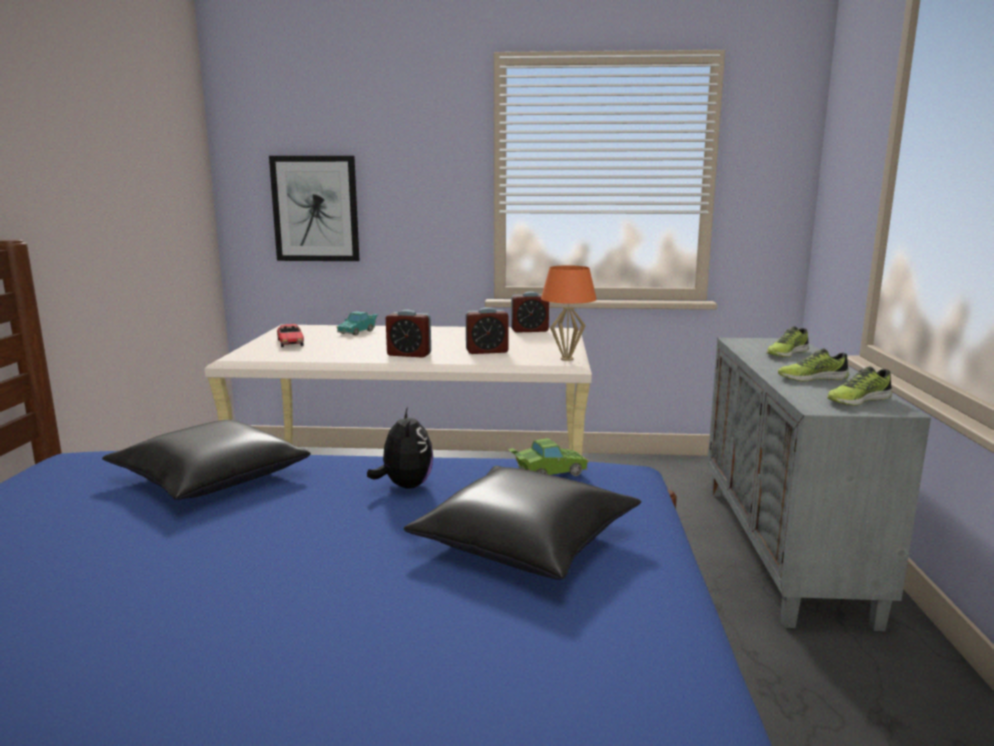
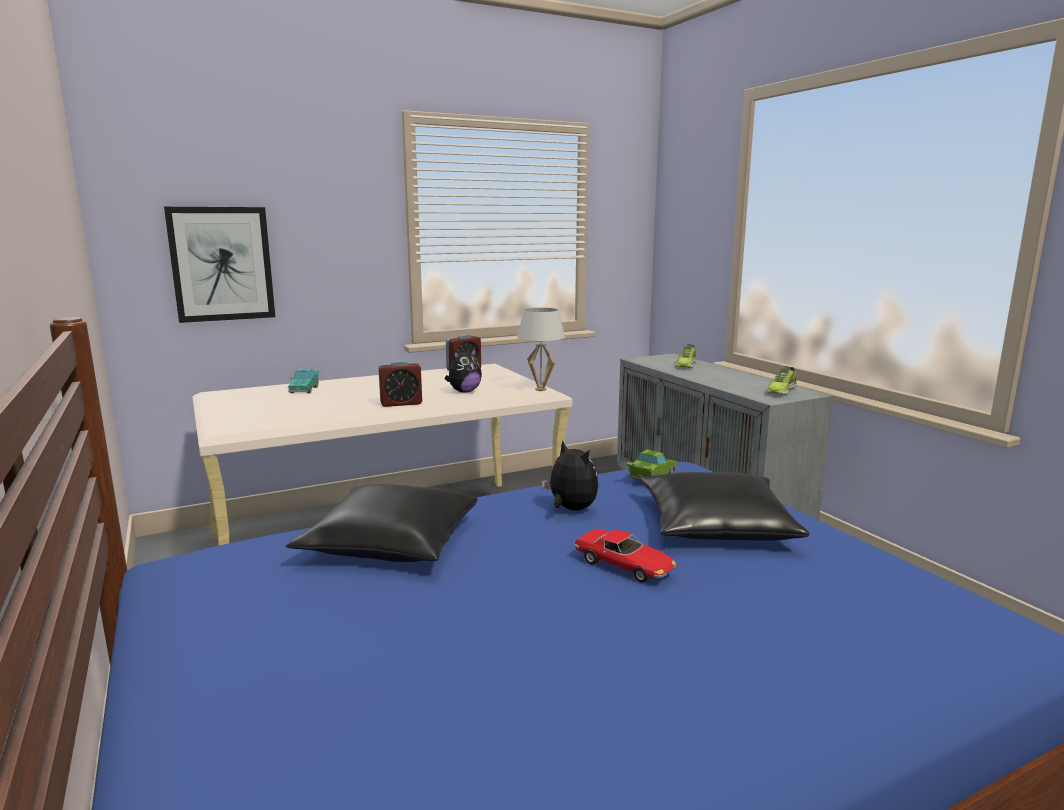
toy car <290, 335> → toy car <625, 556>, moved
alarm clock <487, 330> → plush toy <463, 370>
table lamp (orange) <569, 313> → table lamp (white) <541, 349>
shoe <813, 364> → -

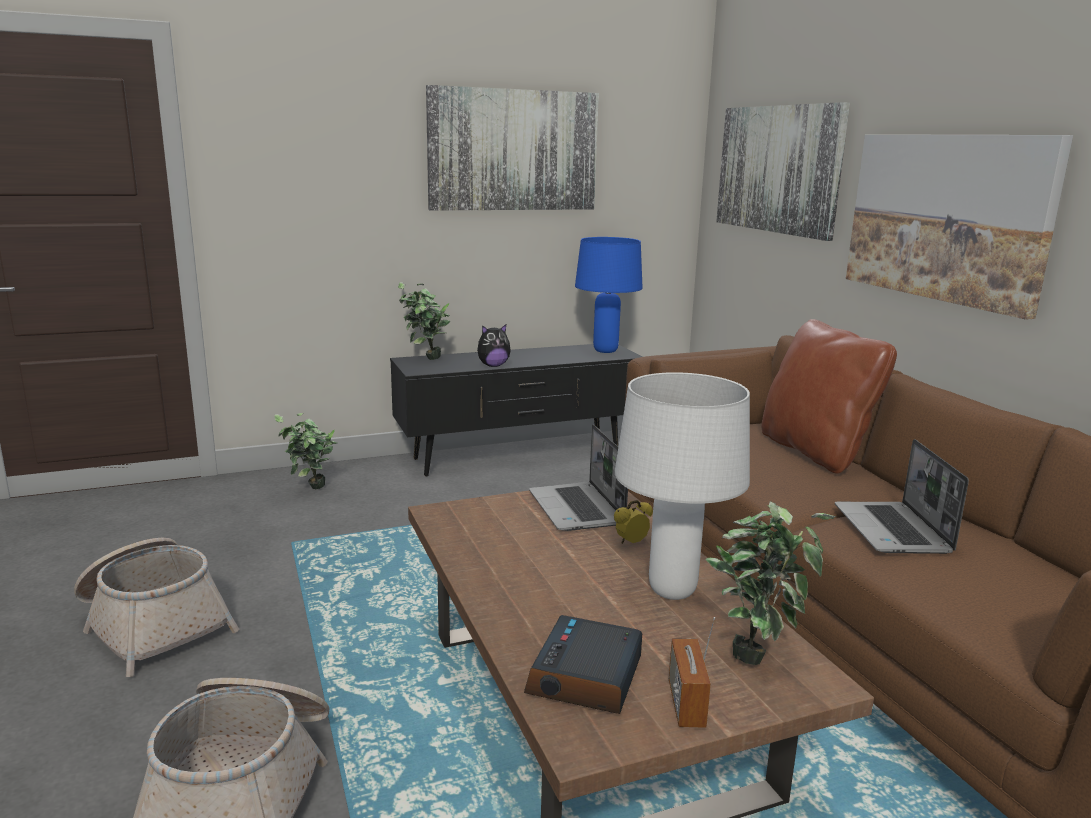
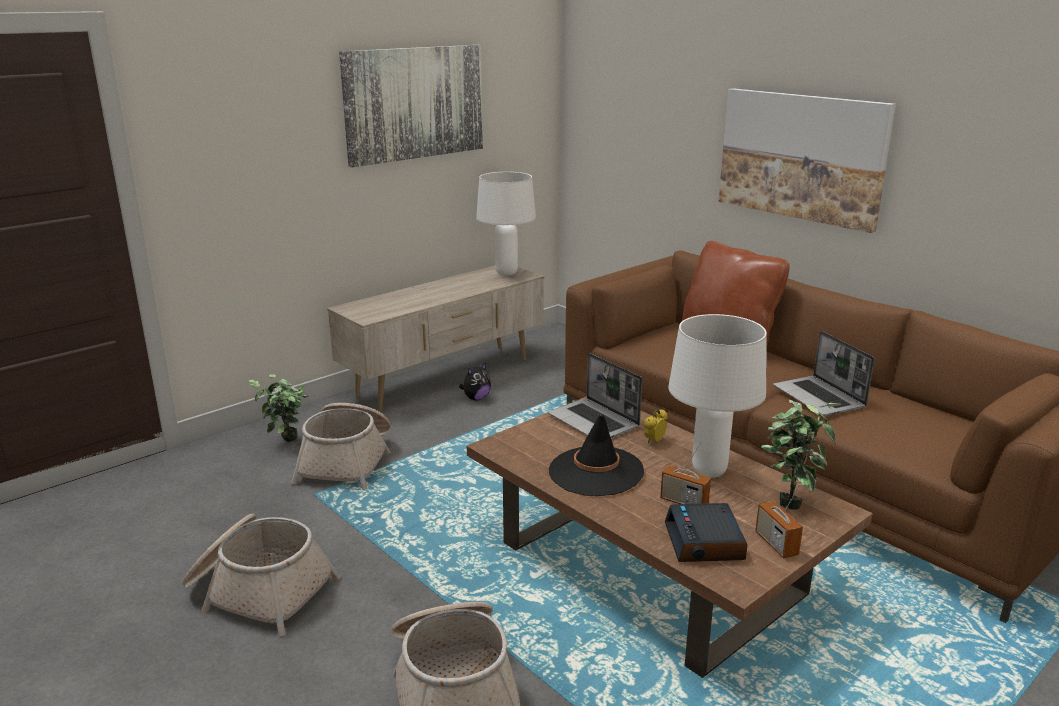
tv stand (black) <516, 410> → tv stand (beige) <435, 338>
potted plant <424, 321> → -
plush toy <494, 345> → plush toy <475, 382>, moved
table lamp (blue) <609, 295> → table lamp (white) <506, 224>
picture <783, 171> → -
- → basket <341, 446>
- → hat (black) <596, 455>
- → radio <685, 473>

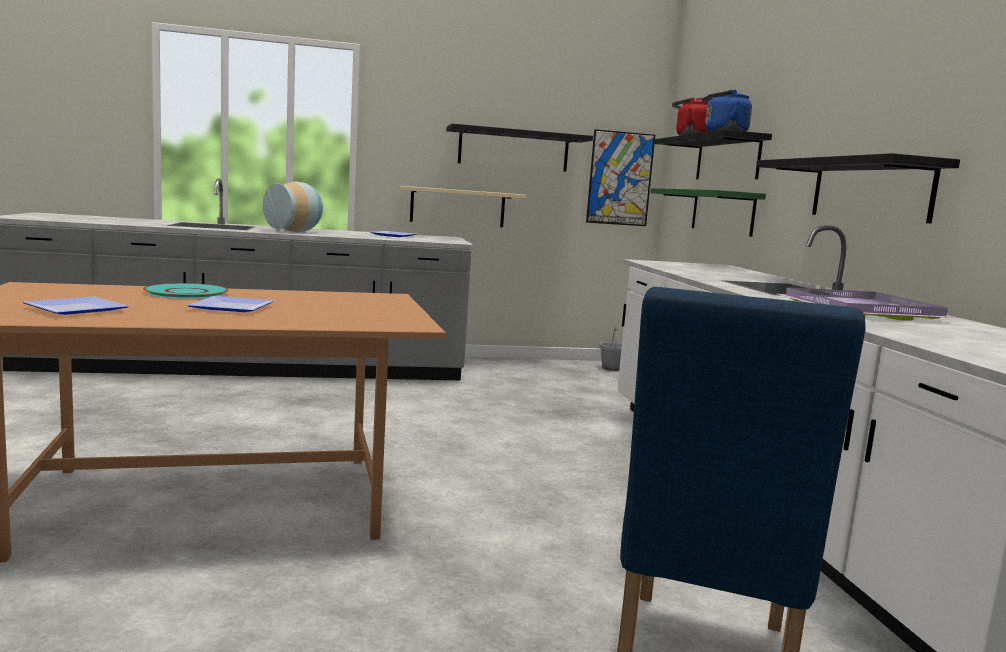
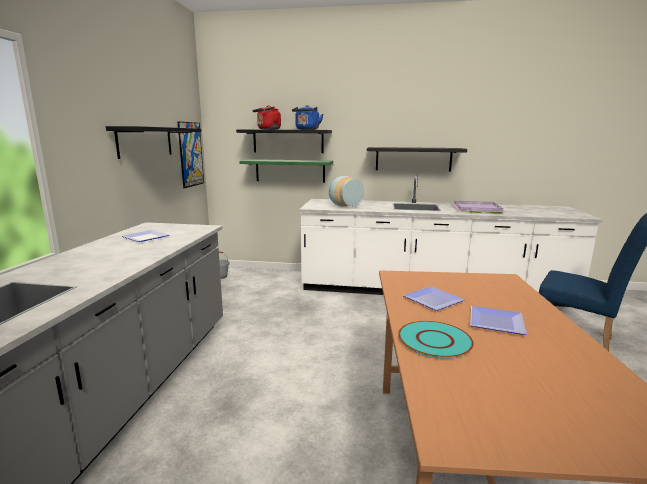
plate <76, 305> → plate <433, 298>, moved
vase <293, 207> → vase <346, 191>, moved
shelf (beige) <462, 206> → -

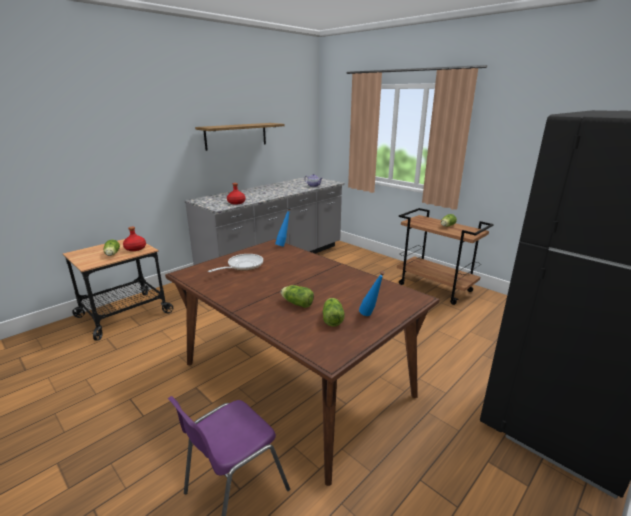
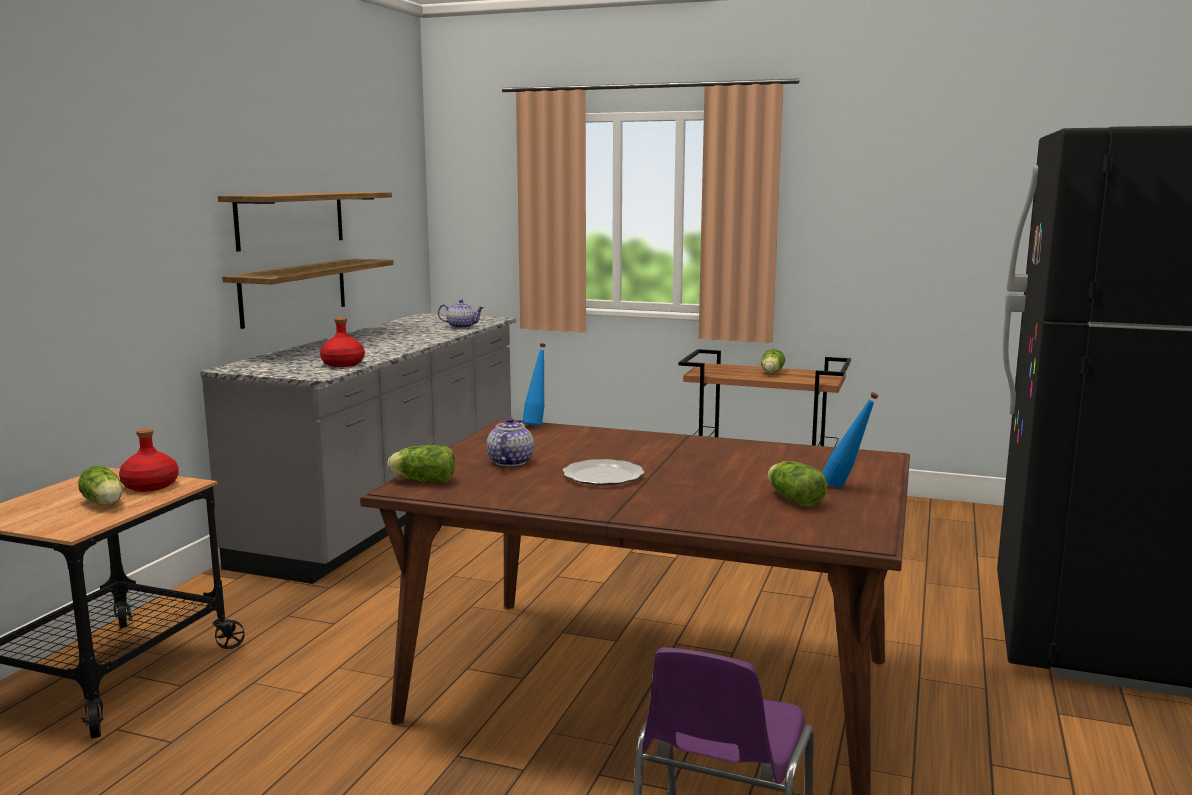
frying pan <235, 263> → teapot <510, 441>
lettuce <297, 296> → lettuce <421, 464>, moved
- → shelf <308, 293>
- → plate <603, 472>

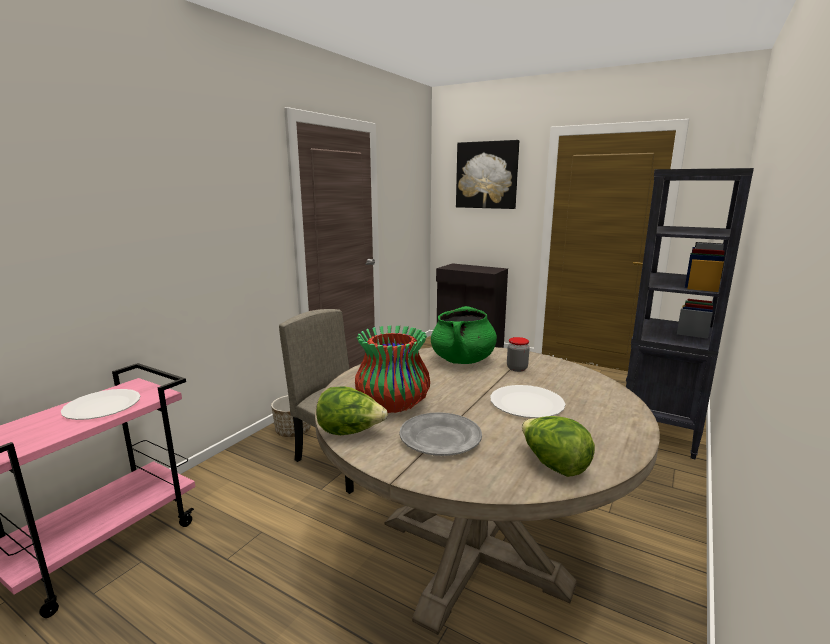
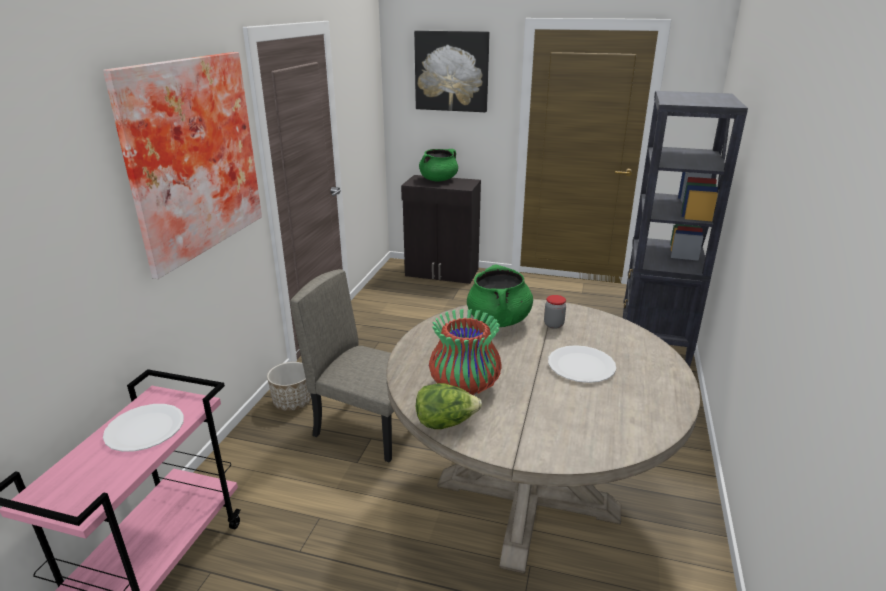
plate (grey) <440, 434> → -
lettuce <558, 446> → -
- → picture <182, 165>
- → cooking pot (green) <438, 165>

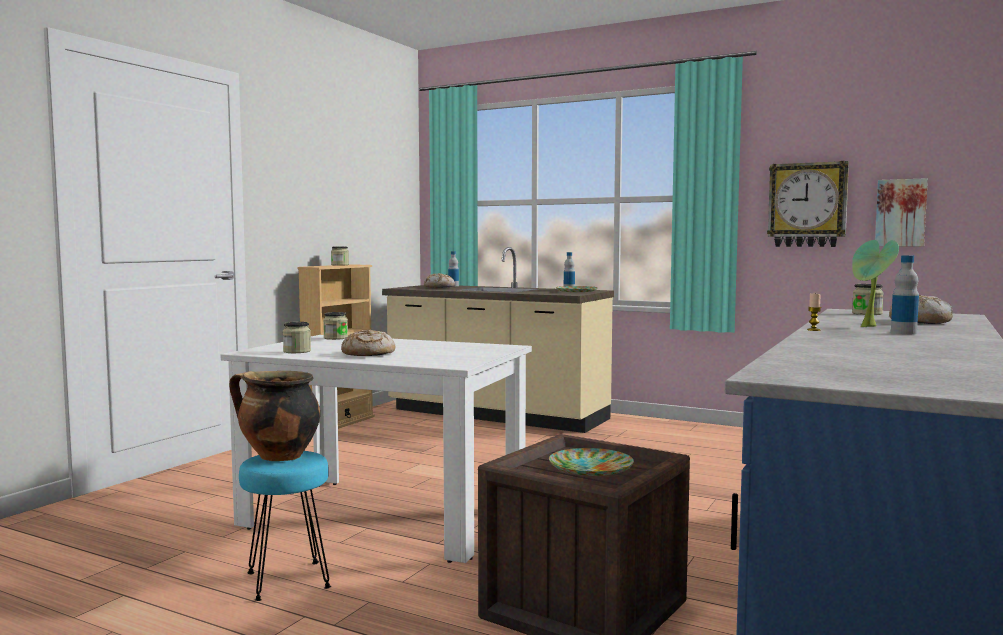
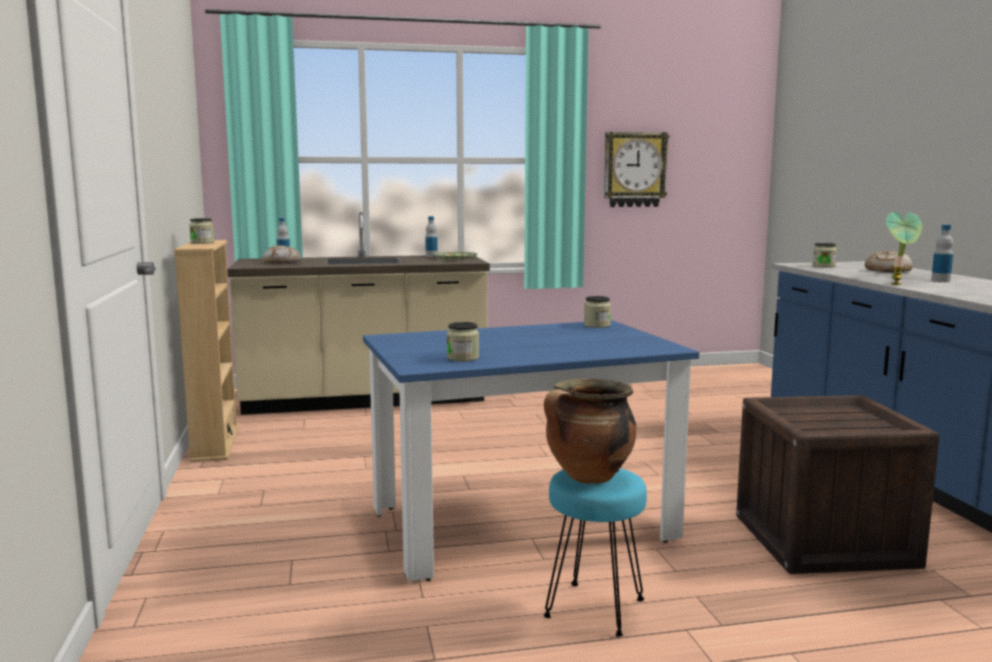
dining table (white) <376, 449> → dining table (blue) <531, 451>
jar <335, 326> → jar <597, 312>, moved
bread <368, 343> → -
plate <591, 462> → -
picture <901, 212> → -

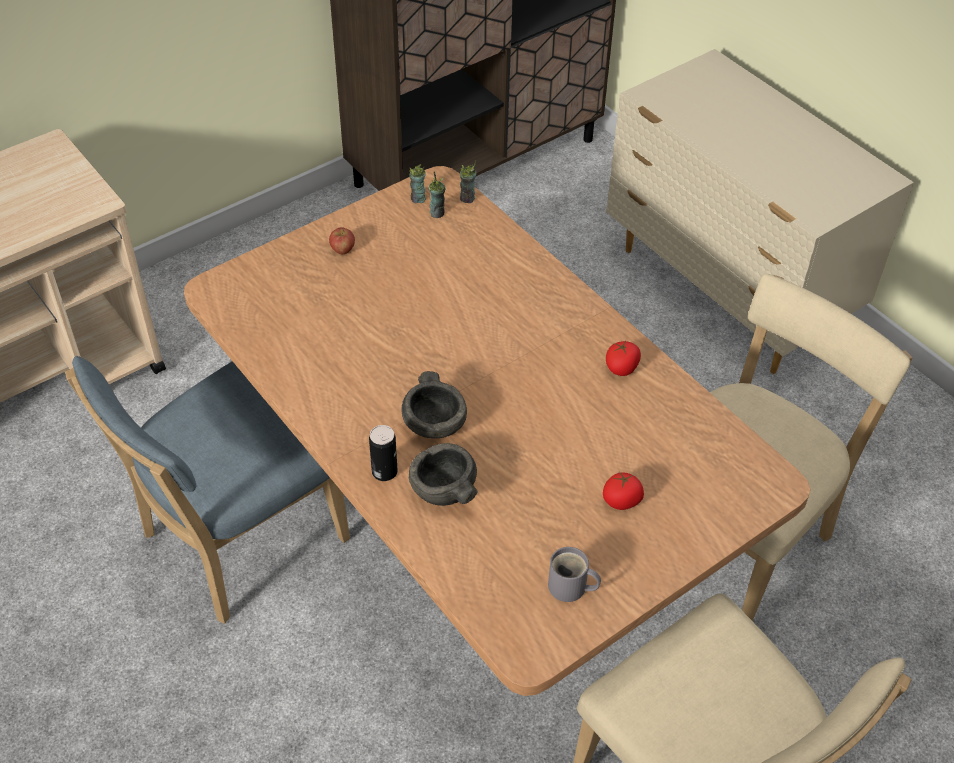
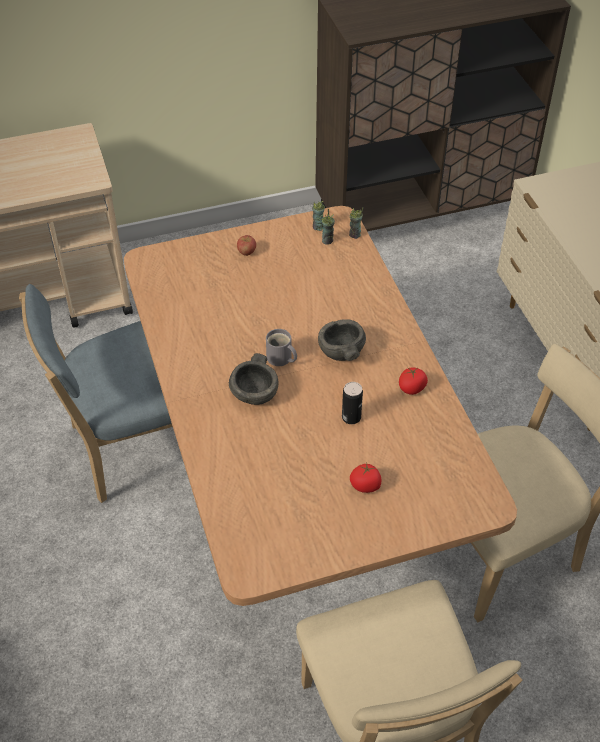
can <383, 453> → can <352, 403>, moved
bowl (grey) <443, 474> → bowl (grey) <342, 340>, moved
mug (grey) <574, 574> → mug (grey) <281, 347>, moved

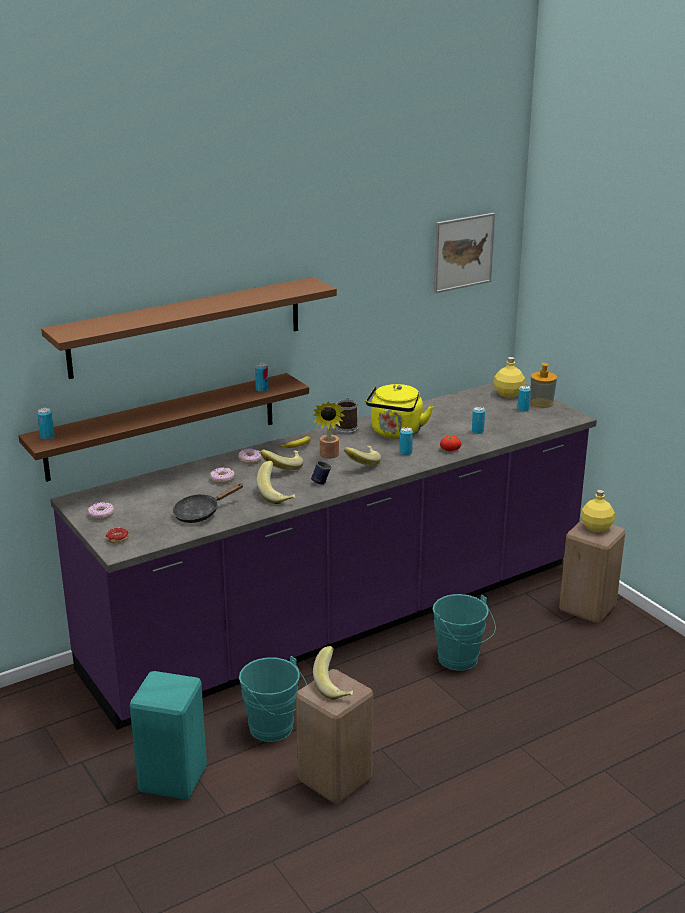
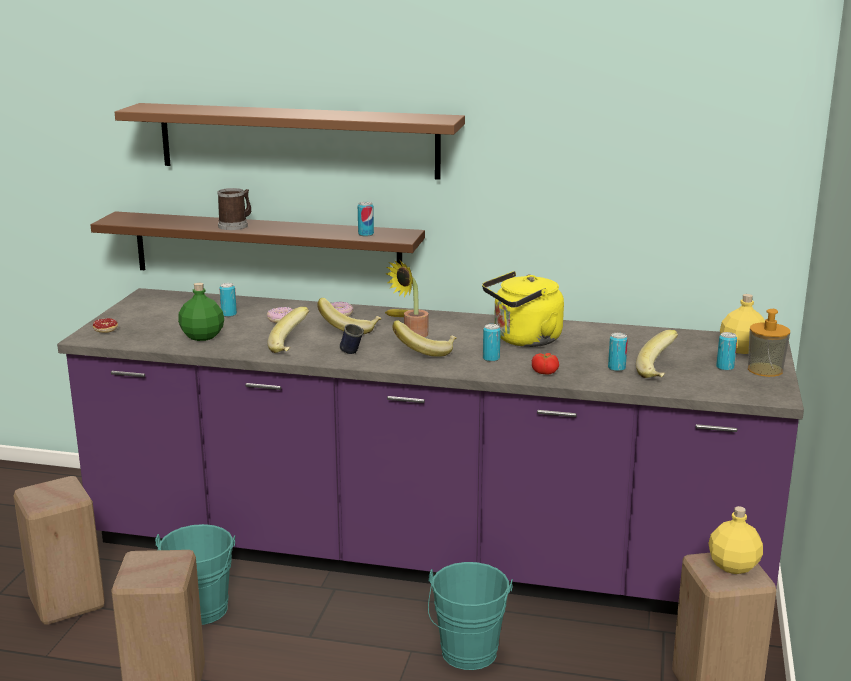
can <46, 424> → can <228, 300>, moved
donut <101, 511> → -
stool (turquoise) <168, 735> → stool (beige) <59, 550>
frying pan (black) <208, 503> → bottle (green) <201, 312>
banana <333, 673> → banana <657, 354>, moved
mug <346, 416> → mug <234, 209>, moved
picture <464, 253> → -

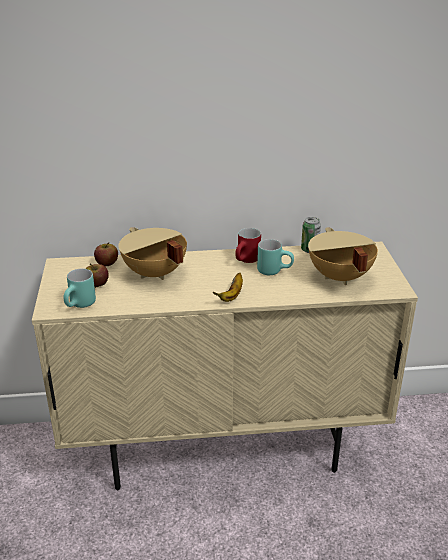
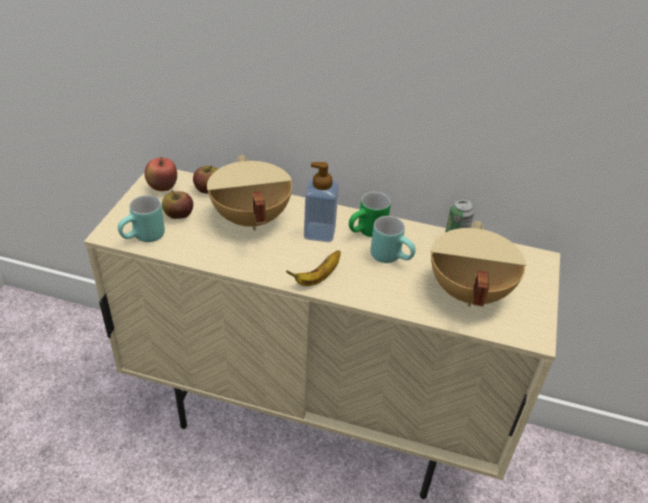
mug (red) <248, 245> → mug (green) <370, 214>
- → apple <160, 174>
- → soap dispenser <321, 202>

